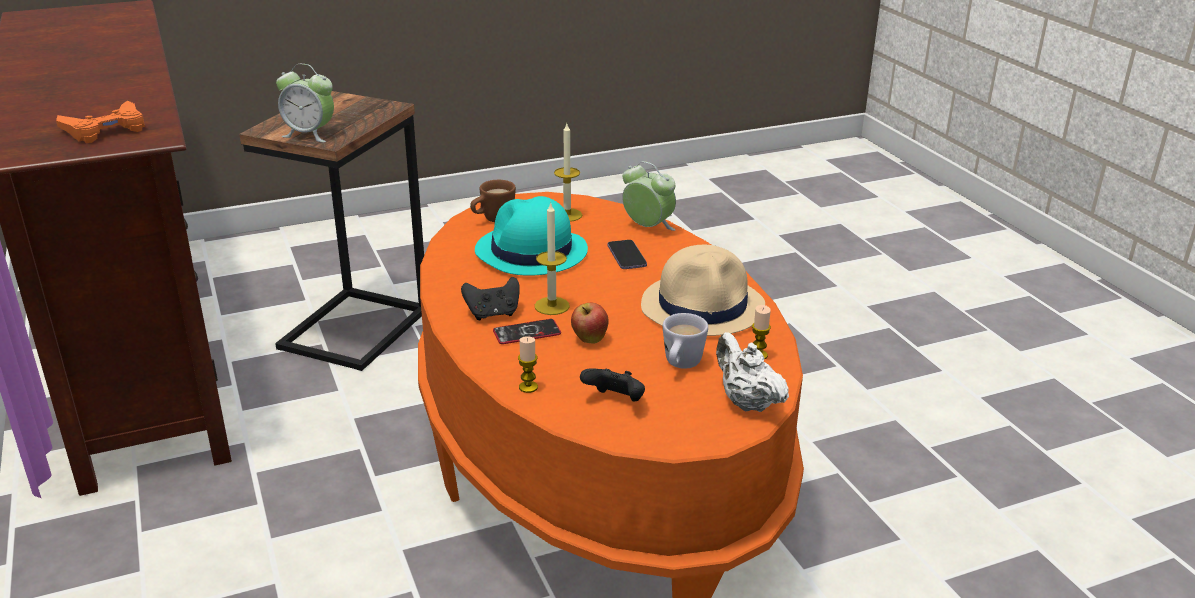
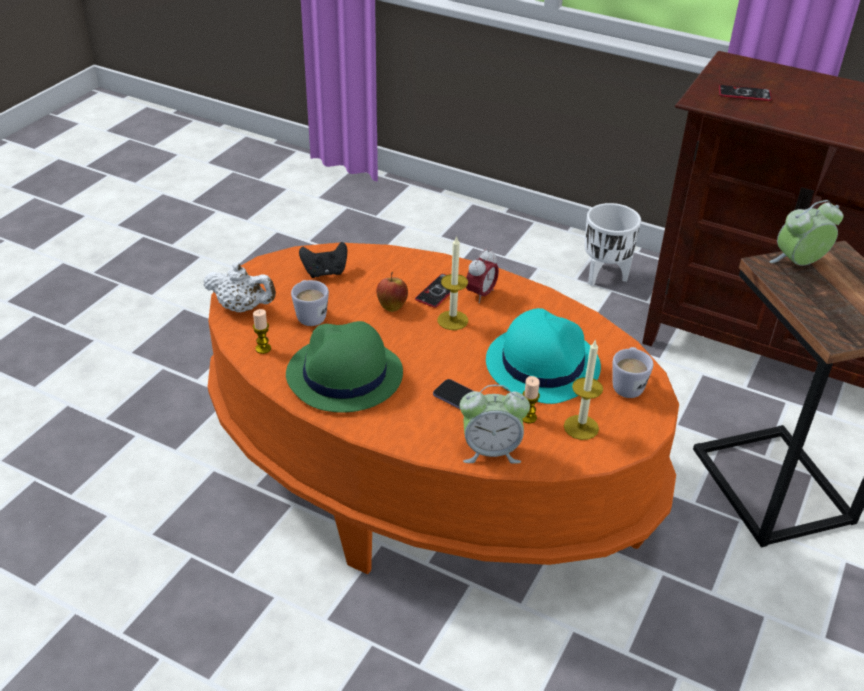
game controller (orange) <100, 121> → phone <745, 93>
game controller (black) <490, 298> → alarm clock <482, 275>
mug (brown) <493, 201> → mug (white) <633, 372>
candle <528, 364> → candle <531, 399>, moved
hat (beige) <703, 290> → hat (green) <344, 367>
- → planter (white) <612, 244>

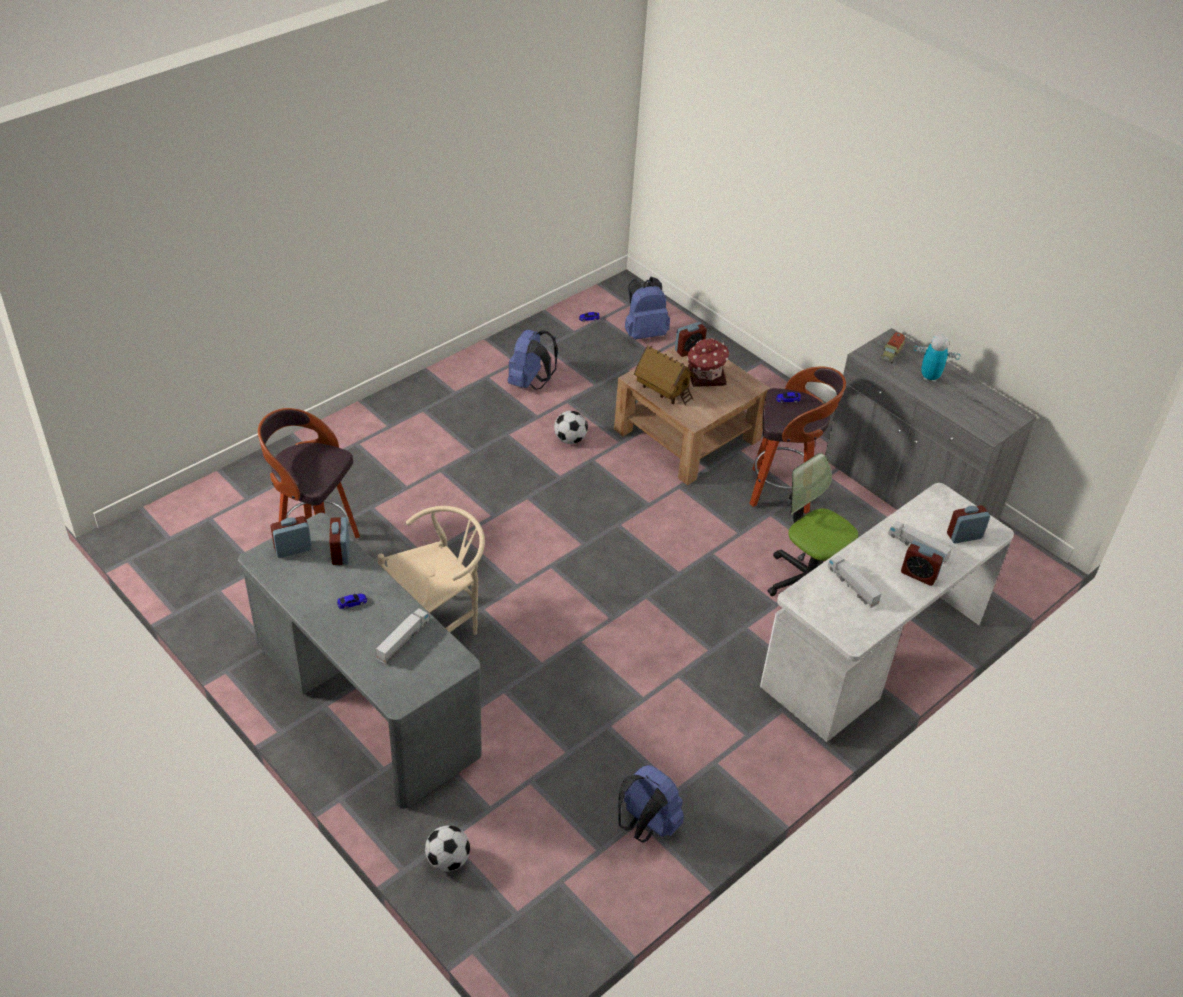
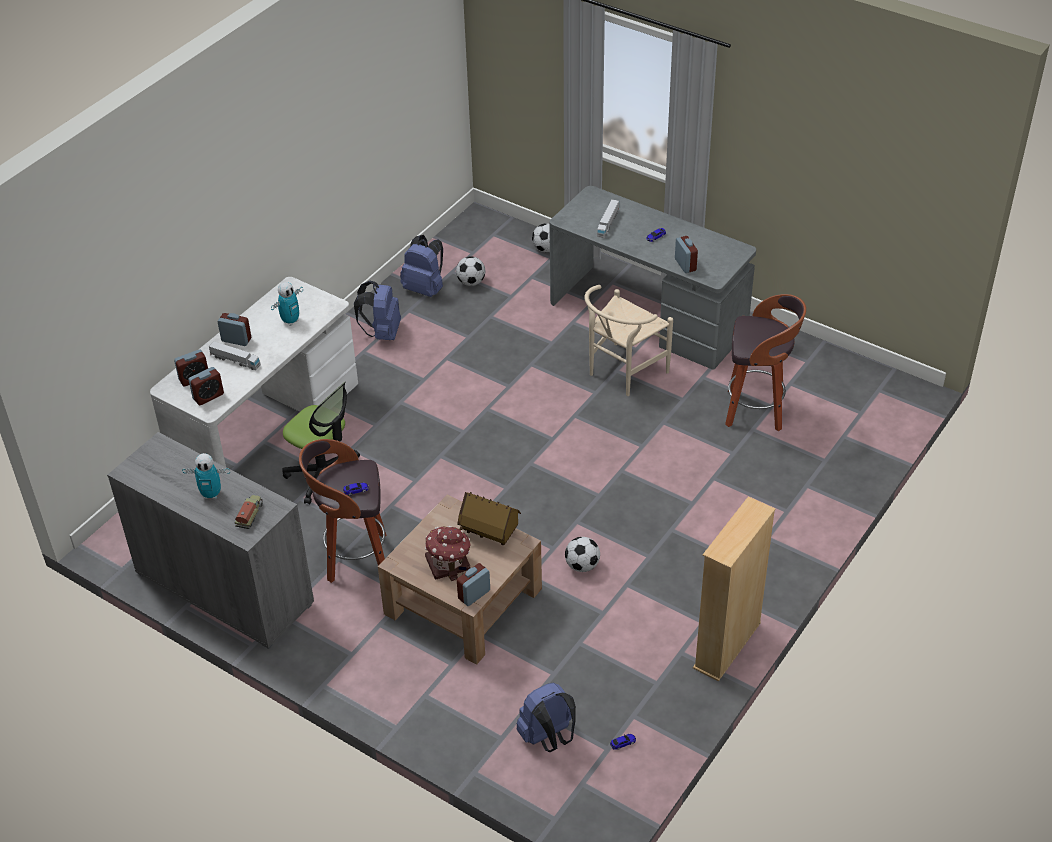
alarm clock <291, 537> → alarm clock <206, 386>, moved
backpack (blue) <533, 360> → backpack (blue) <377, 310>, moved
toy truck <854, 581> → toy robot <287, 304>
- → football <470, 271>
- → bookcase (beige) <734, 588>

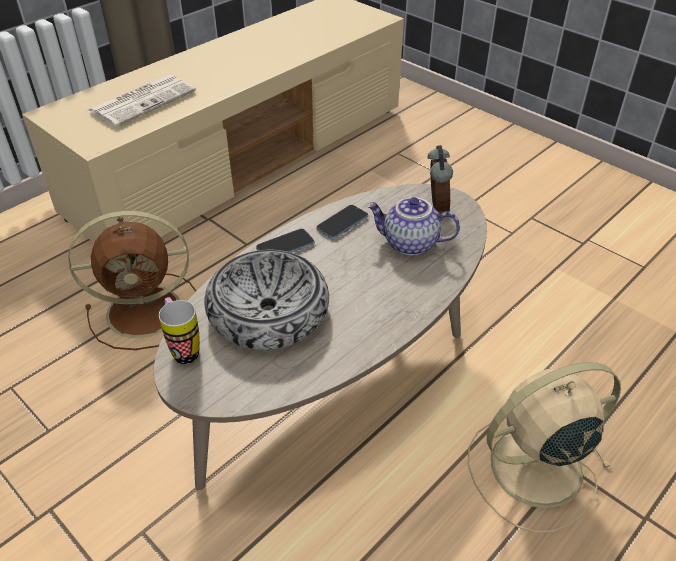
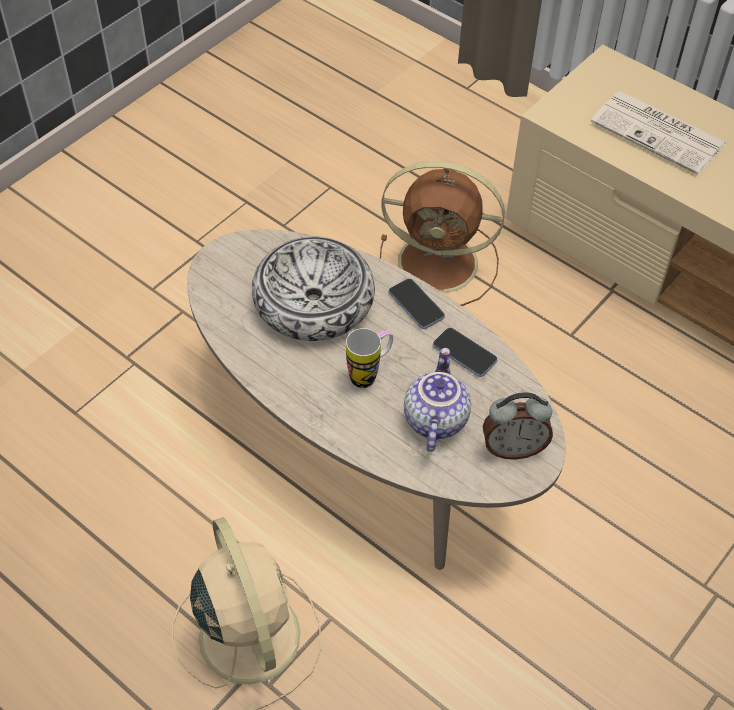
fan (brown) <132, 280> → fan (brown) <442, 233>, 60 degrees counterclockwise
mug <179, 330> → mug <369, 358>, moved

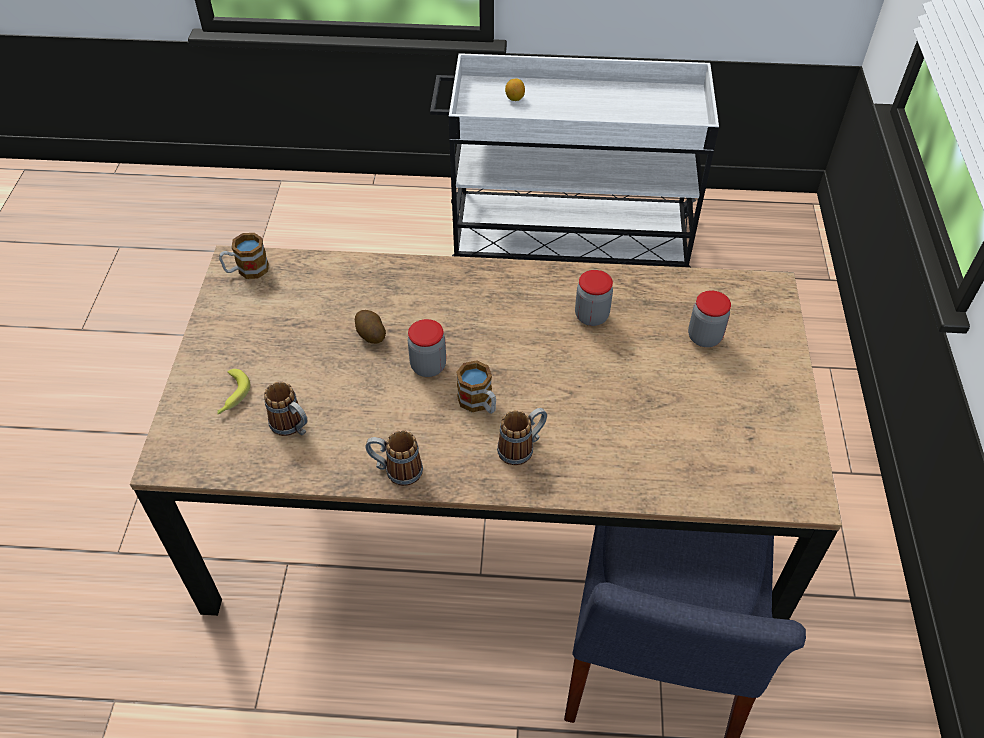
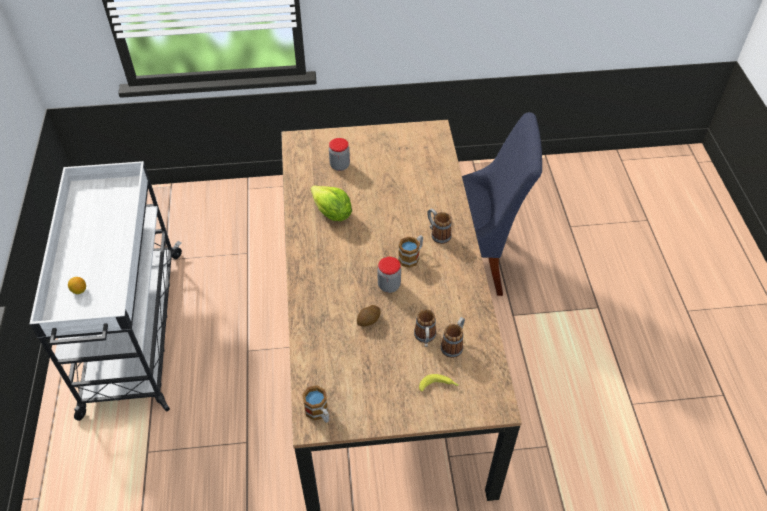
mug <394, 458> → mug <425, 328>, moved
jar <594, 298> → lettuce <331, 203>

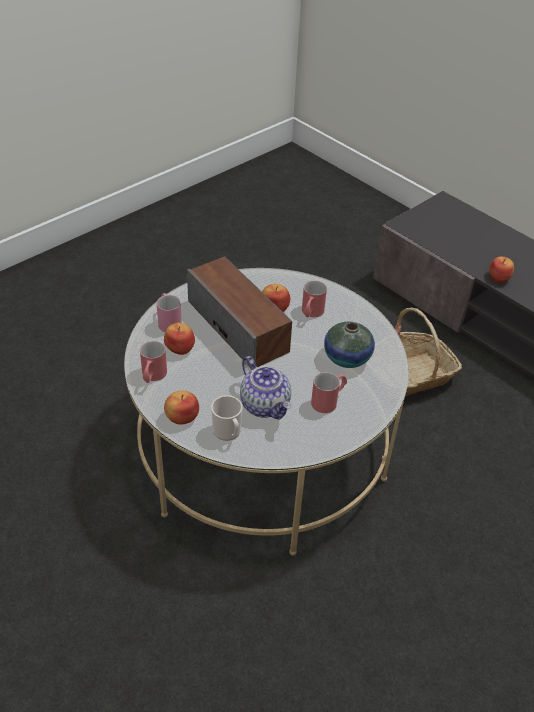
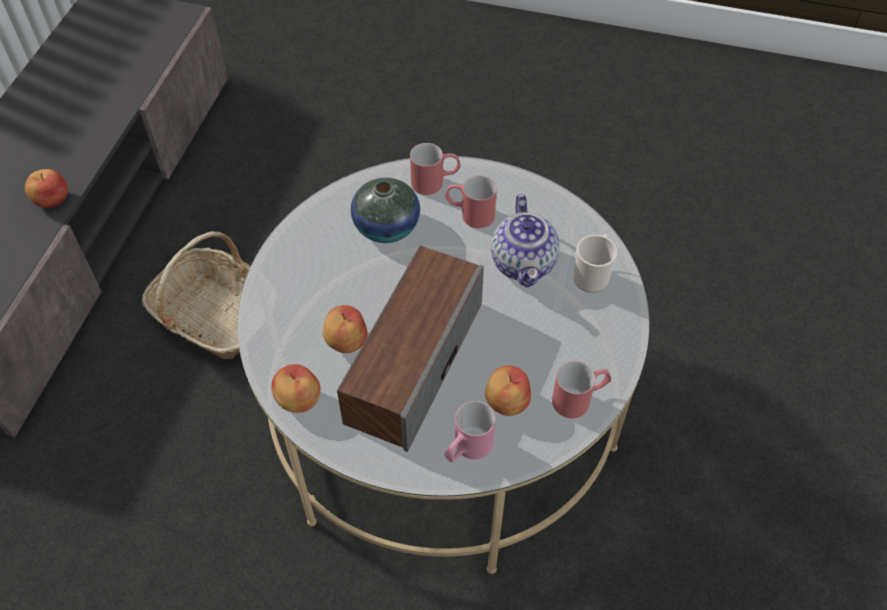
apple <181, 408> → apple <295, 388>, moved
teapot <265, 388> → teapot <525, 241>, 150 degrees clockwise
mug (red) <314, 298> → mug (red) <435, 169>, moved

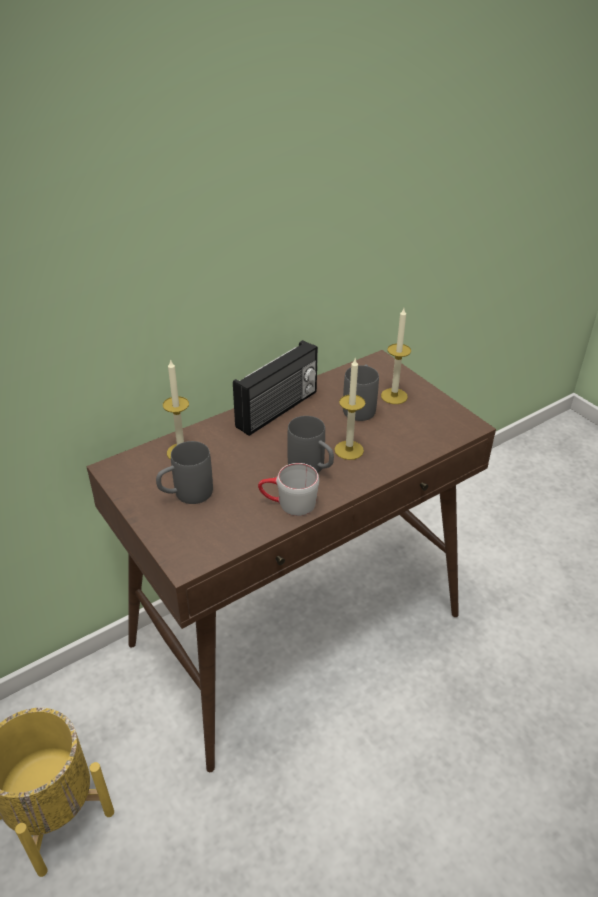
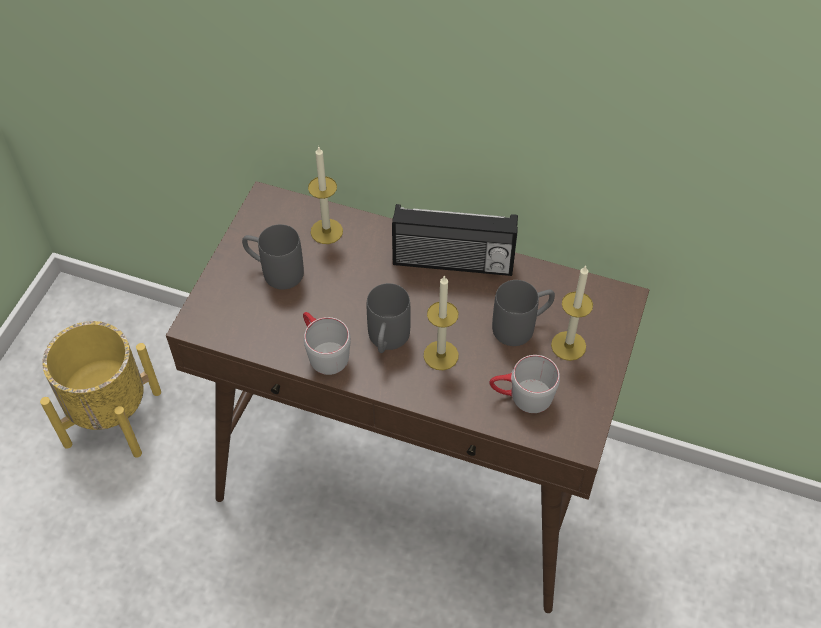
- → mug (grey) <524, 384>

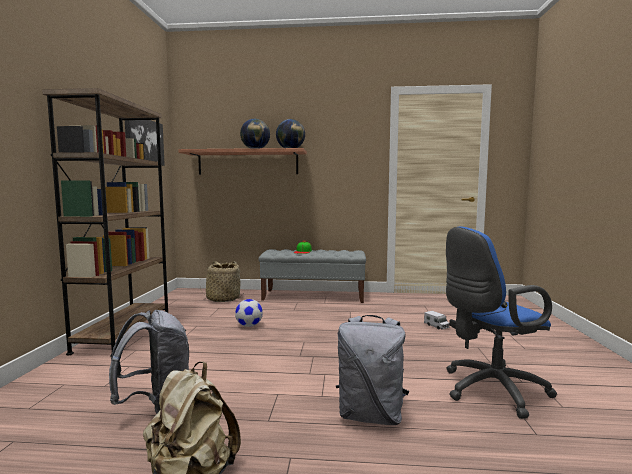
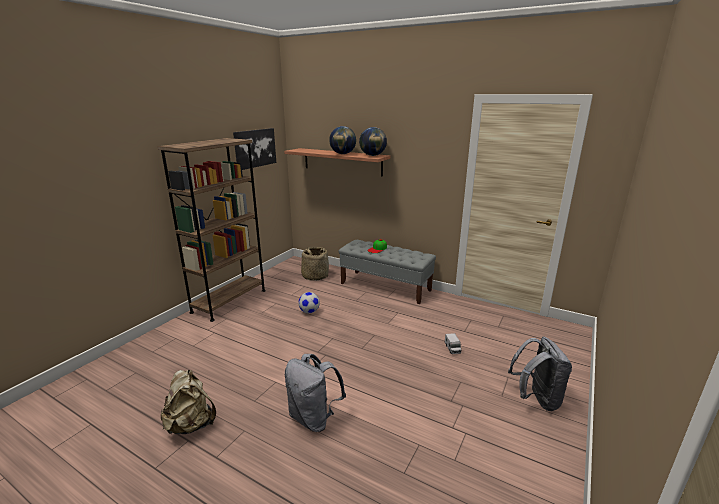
backpack (grey) <149, 362> → backpack (grey) <540, 374>, moved
office chair (blue) <501, 323> → -

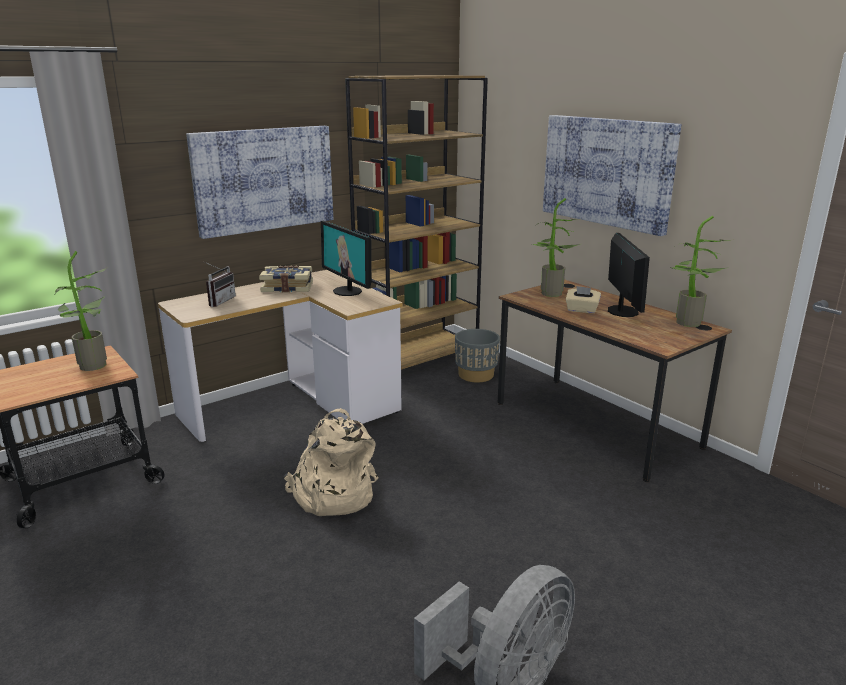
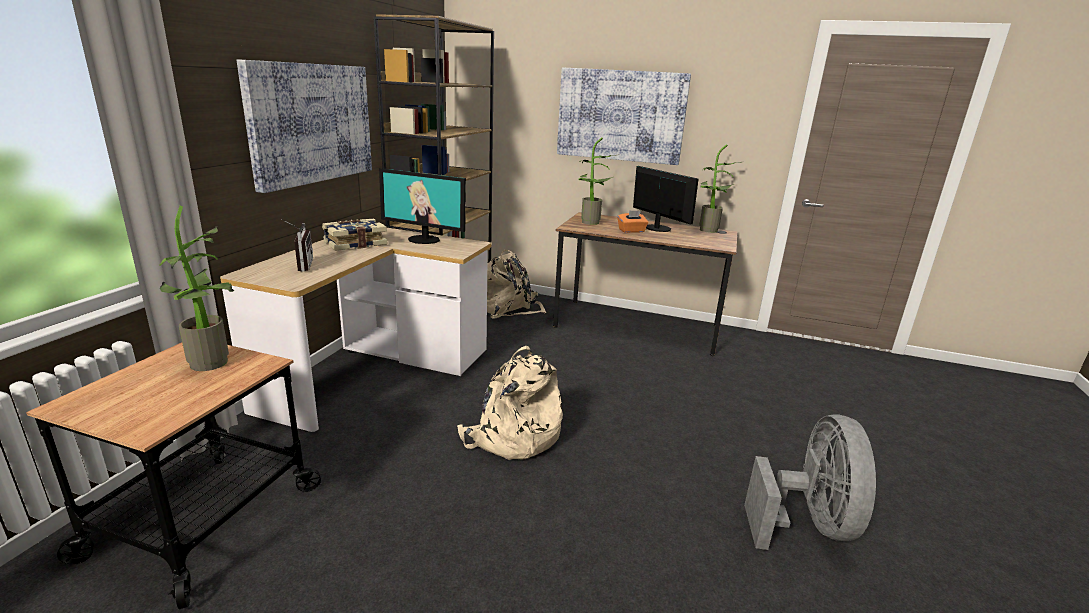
planter (grey) <477, 355> → backpack (beige) <516, 284>
tissue box (beige) <583, 299> → tissue box (orange) <633, 222>

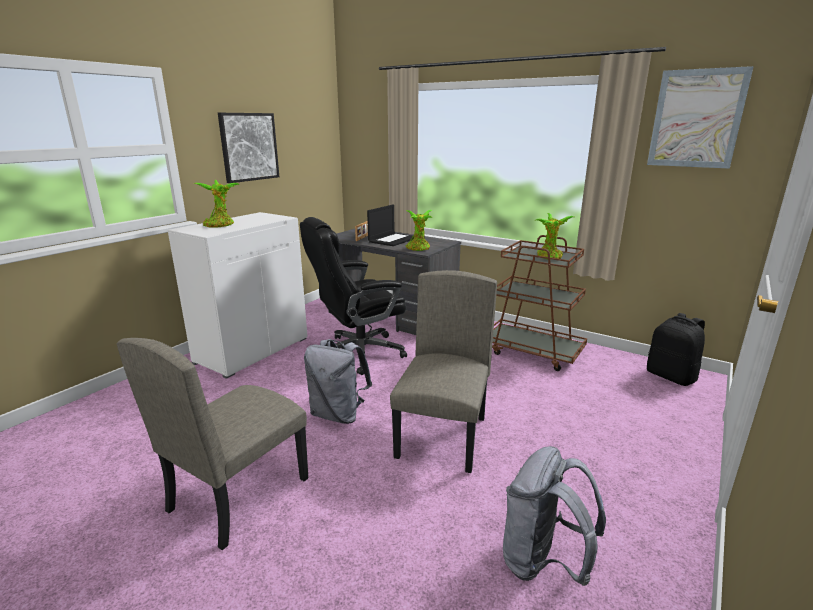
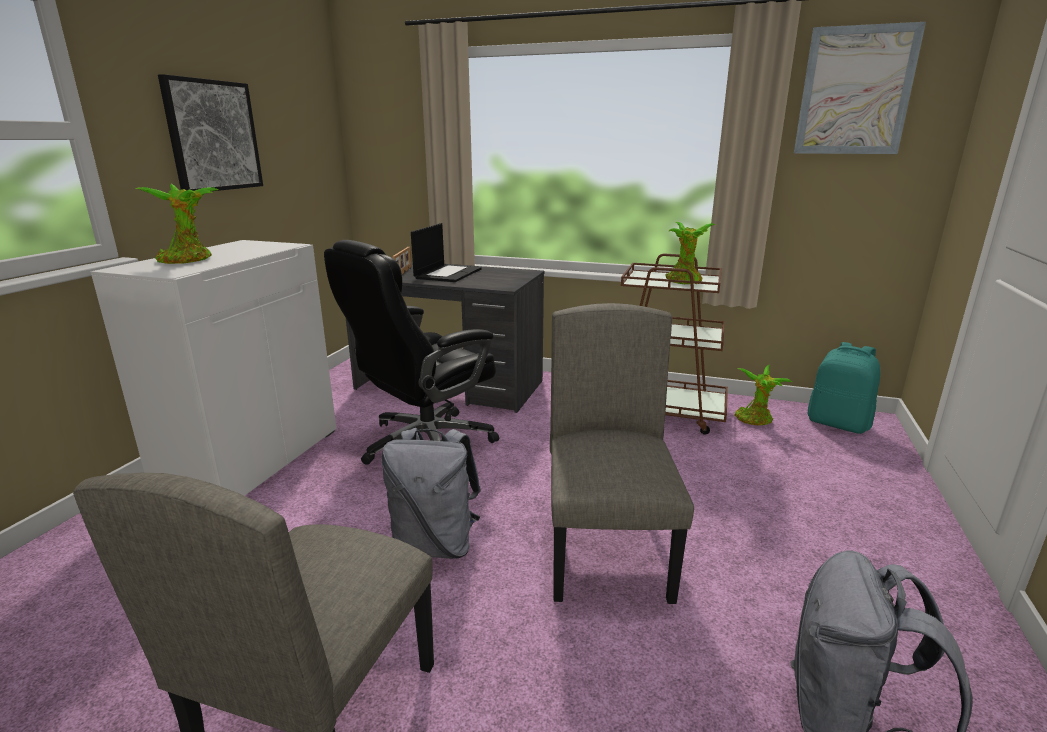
potted plant <419, 230> → potted plant <763, 395>, moved
backpack (black) <676, 349> → backpack (turquoise) <844, 388>

